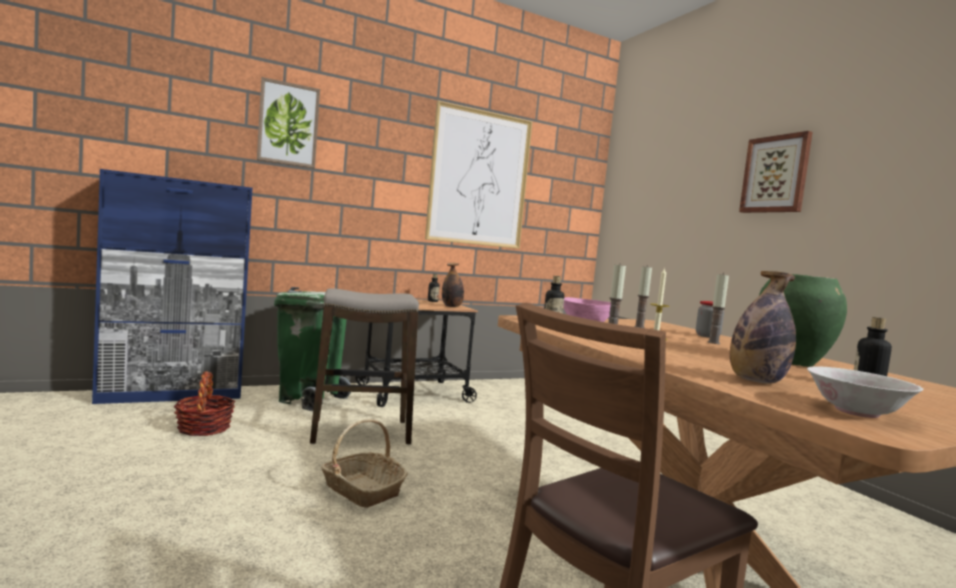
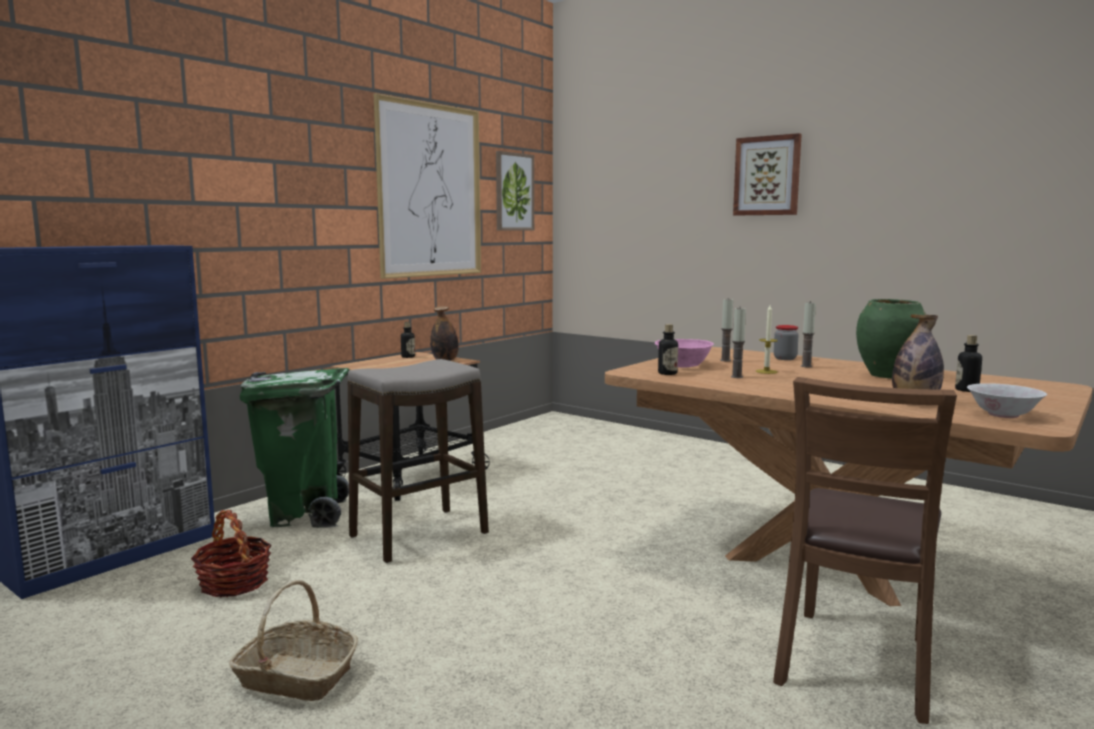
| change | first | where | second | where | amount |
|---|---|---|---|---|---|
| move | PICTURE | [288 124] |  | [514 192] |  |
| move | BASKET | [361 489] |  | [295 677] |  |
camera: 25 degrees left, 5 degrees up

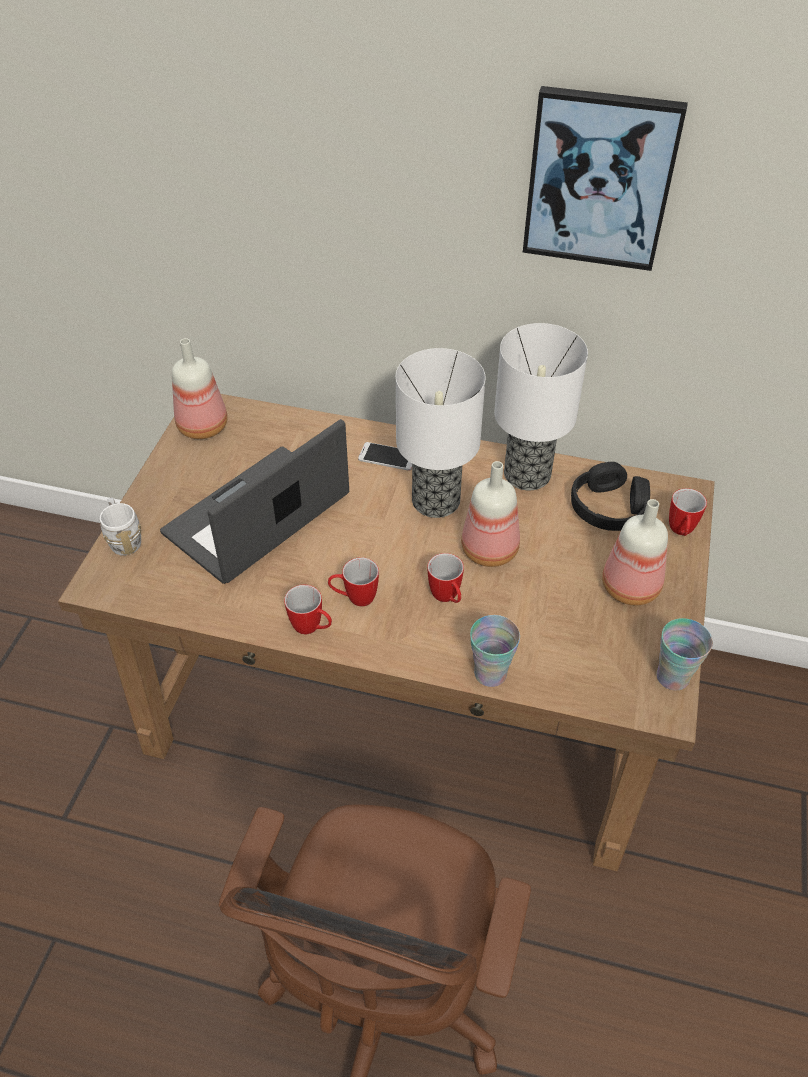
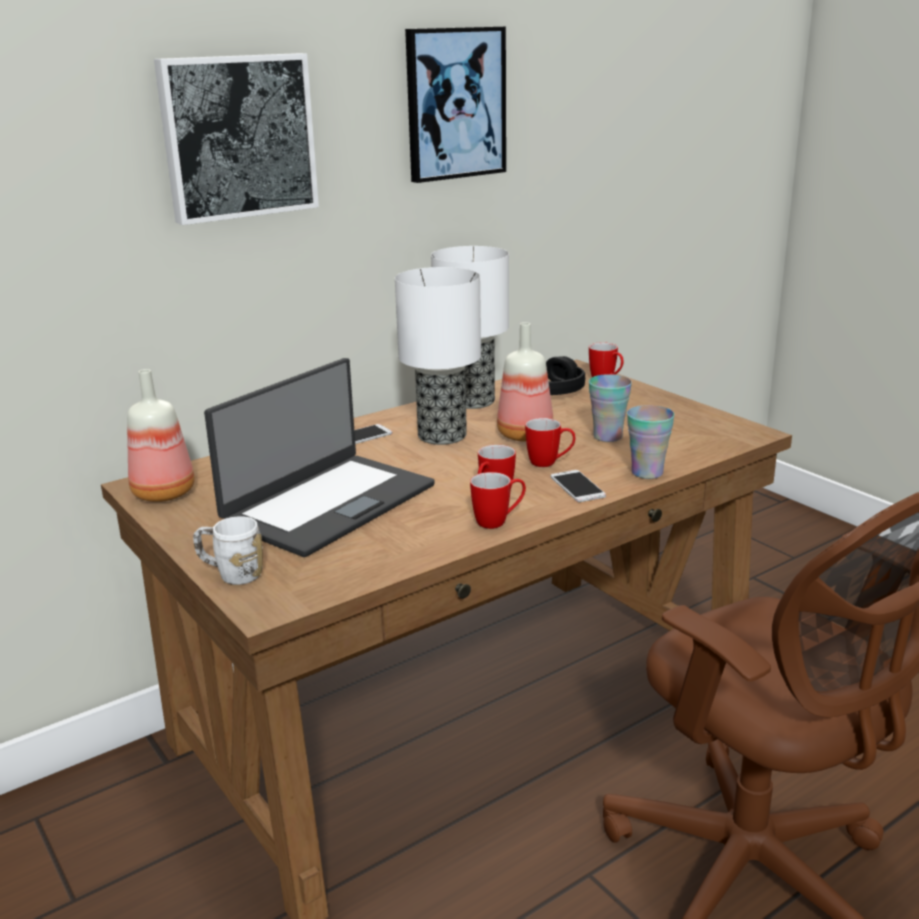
| change | first | where | second | where | amount |
|---|---|---|---|---|---|
| rotate | PORTABLE COMPUTER | [258 516] |  | [328 504] | 135 degrees counterclockwise |
| delete | DRINK BOTTLE | [630 585] |  |  |  |
| move | SMALL CUP | [672 677] |  | [607 436] |  |
| insert |  |  | PICTURE | [237 137] |  |
| insert |  |  | TELEPHONE | [577 487] |  |
camera: 50 degrees left, 25 degrees down

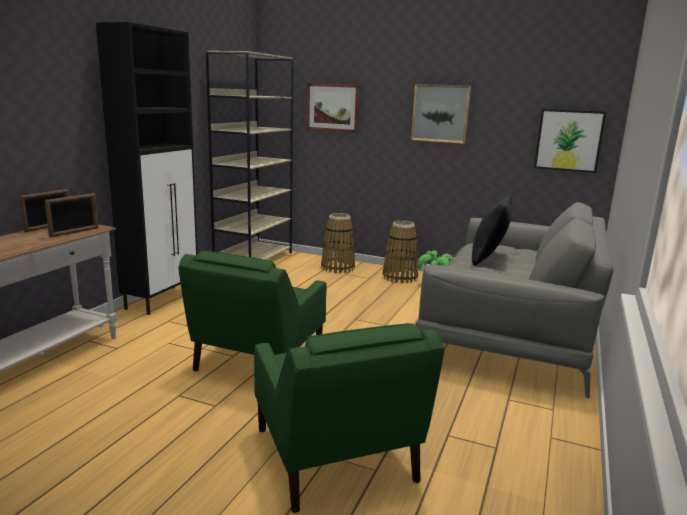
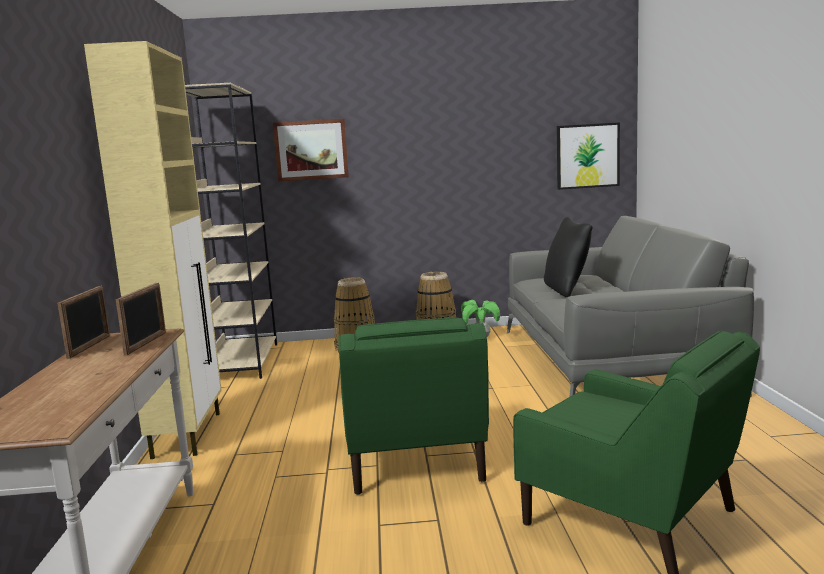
| change | first | where | second | where | amount |
|---|---|---|---|---|---|
| recolor | BLACK STORAGE CABINET | [162 299] | SAND-COLOURED STORAGE CABINET | [188 434] |  |
| delete | PICTURE | [440 113] |  |  |  |
camera: 25 degrees left, 5 degrees down

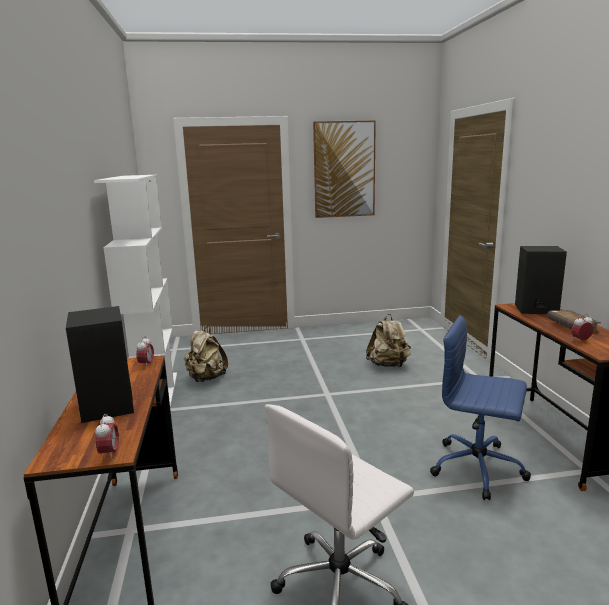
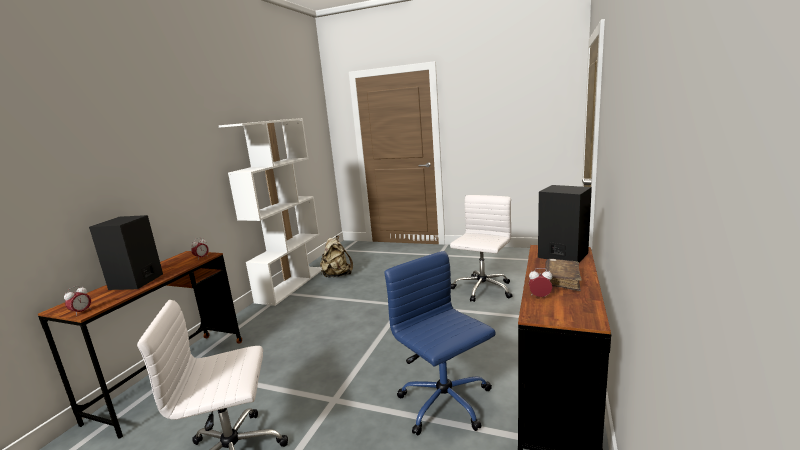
| change | first | where | second | where | amount |
|---|---|---|---|---|---|
| delete | PICTURE | [344 169] |  |  |  |
| replace | SAND-COLOURED KNAPSACK | [388 365] | WHITE DESK CHAIR | [482 289] |  |
camera: 30 degrees right, 0 degrees up

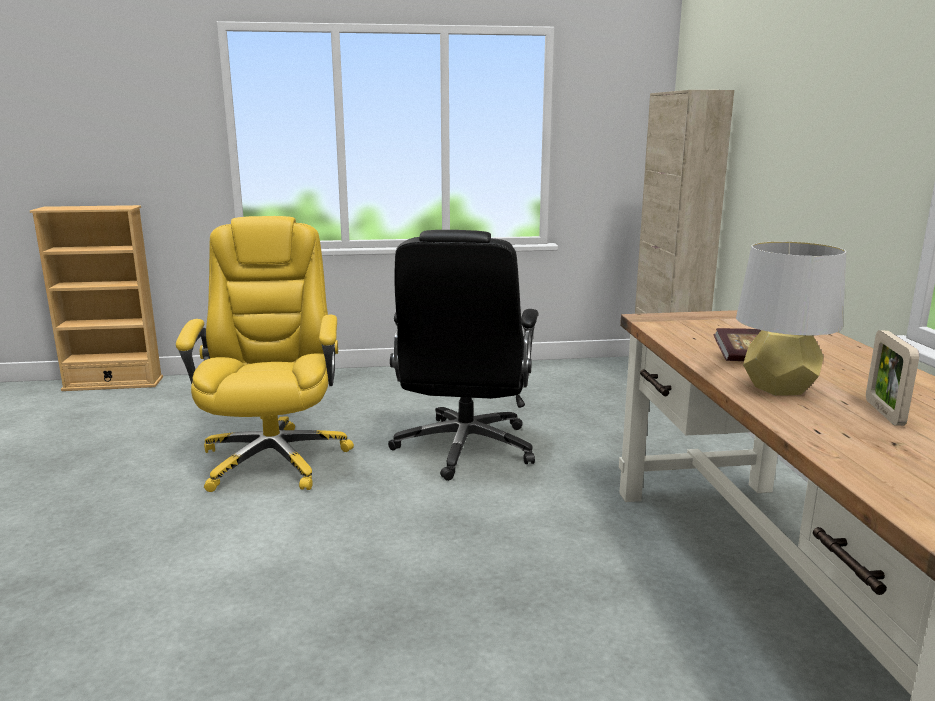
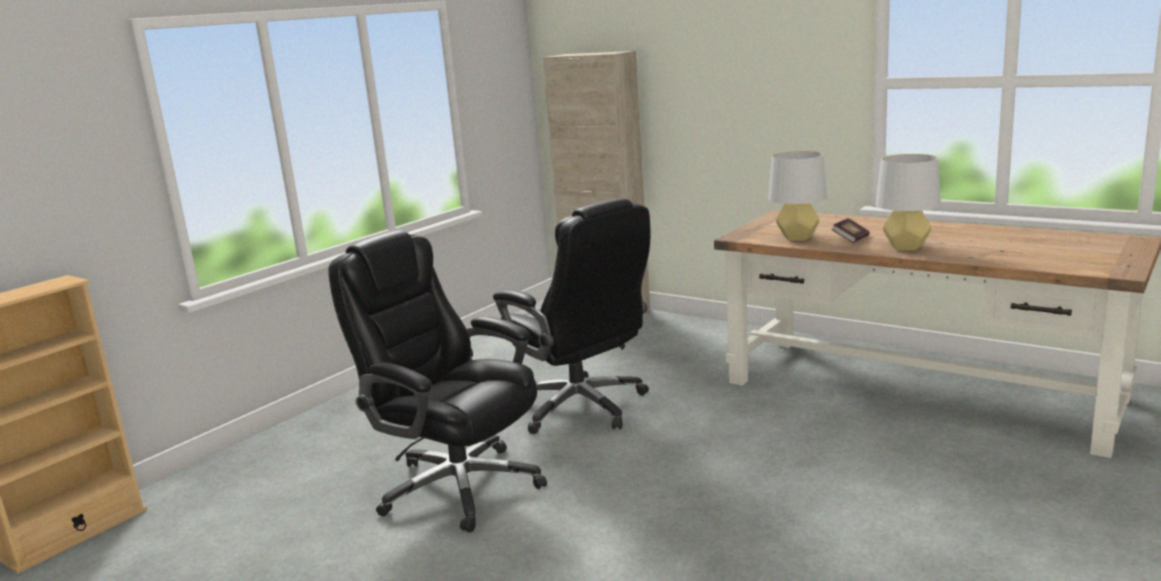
| change | first | where | second | where | amount |
|---|---|---|---|---|---|
| recolor | YELLOW-COLOURED DESK CHAIR | [274 458] | BLACK DESK CHAIR | [457 486] |  |
| delete | STANDING FRAME | [884 412] |  |  |  |
| insert |  |  | GREY TABLE LAMP | [797 238] |  |
camera: 45 degrees left, 0 degrees up

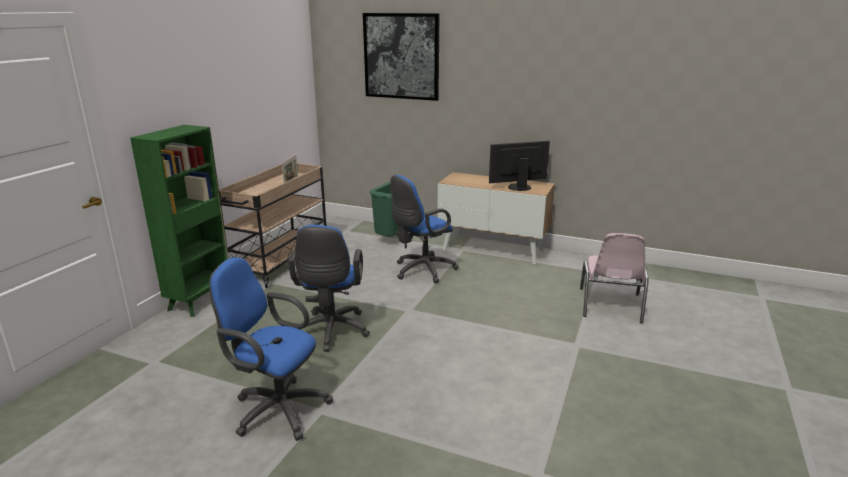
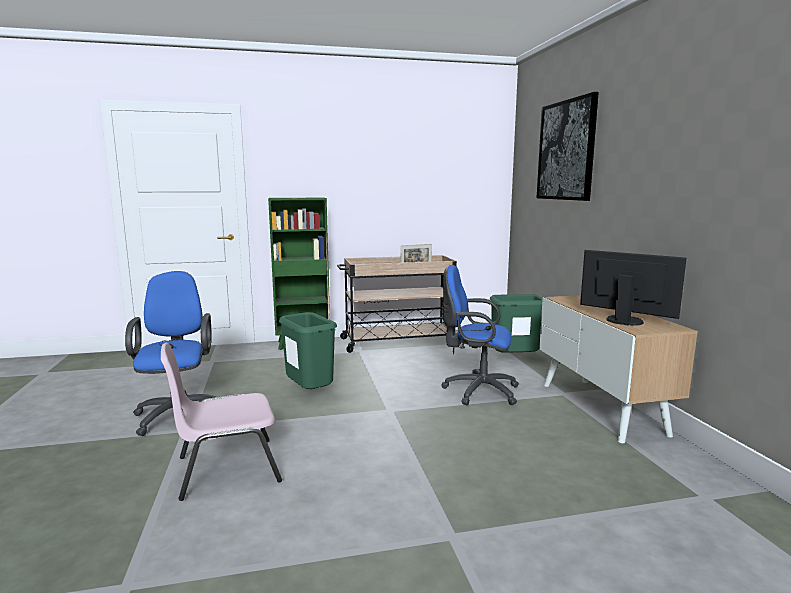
| change | first | where | second | where | amount |
|---|---|---|---|---|---|
| replace | BLUISH DESK CHAIR | [331 332] | GREEN TRASH CAN | [309 394] |  |
| move | PINK-COLOURED CHAIR | [610 306] |  | [226 469] |  |
camera: 55 degrees right, 10 degrees down

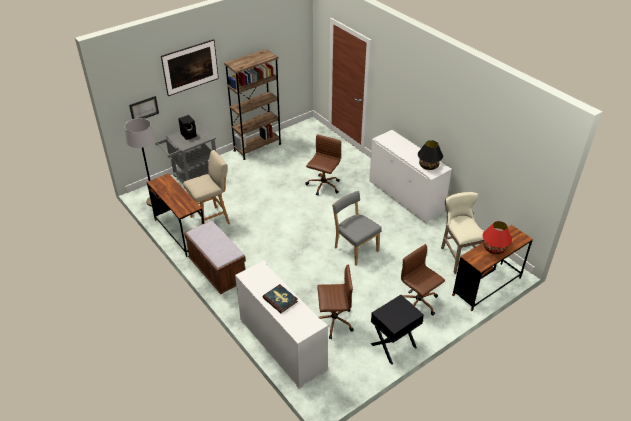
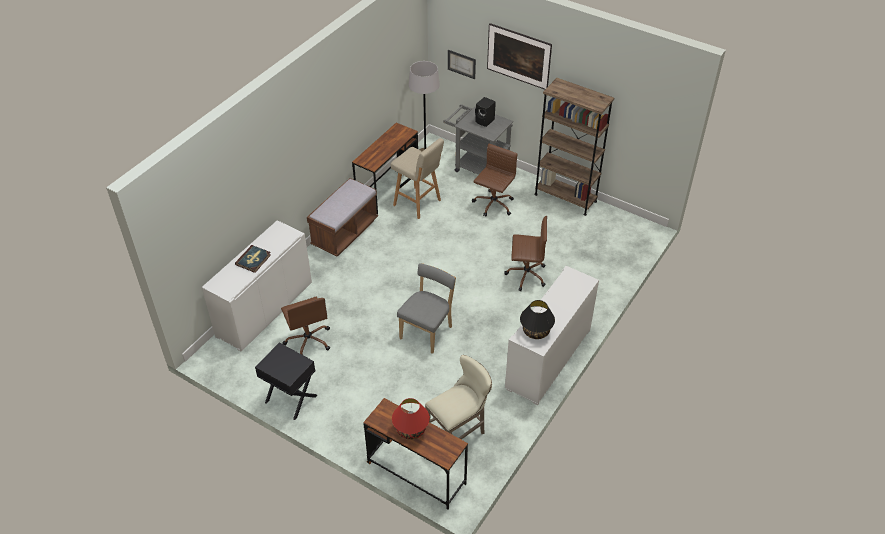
| change | first | where | second | where | amount |
|---|---|---|---|---|---|
| move | BROWN DESK CHAIR | [418 303] |  | [493 205] |  |
camera: 70 degrees right, 5 degrees up

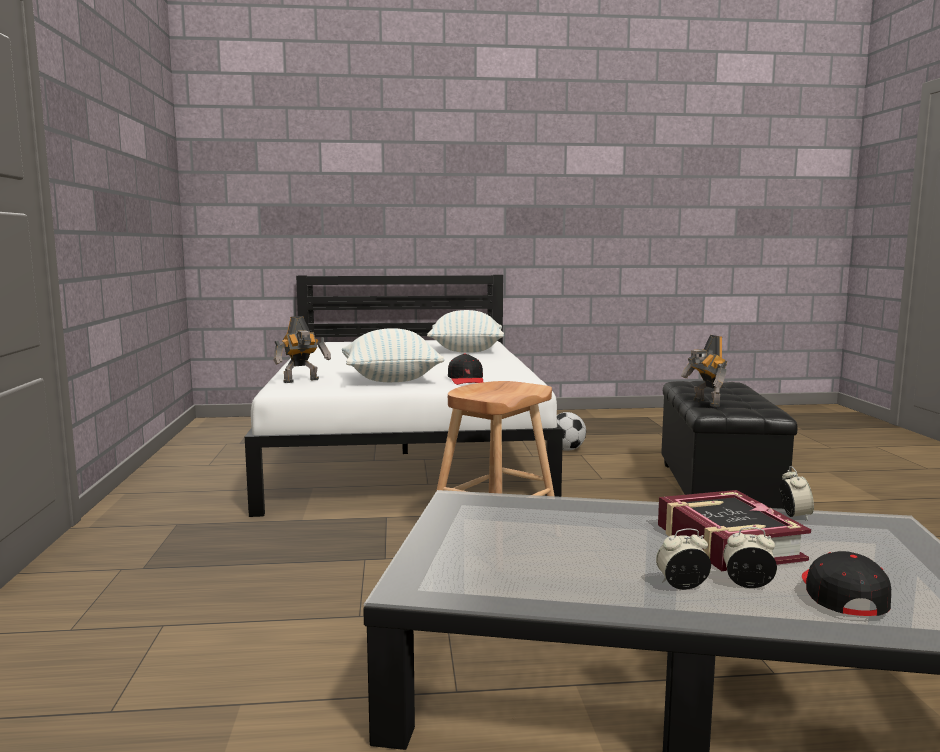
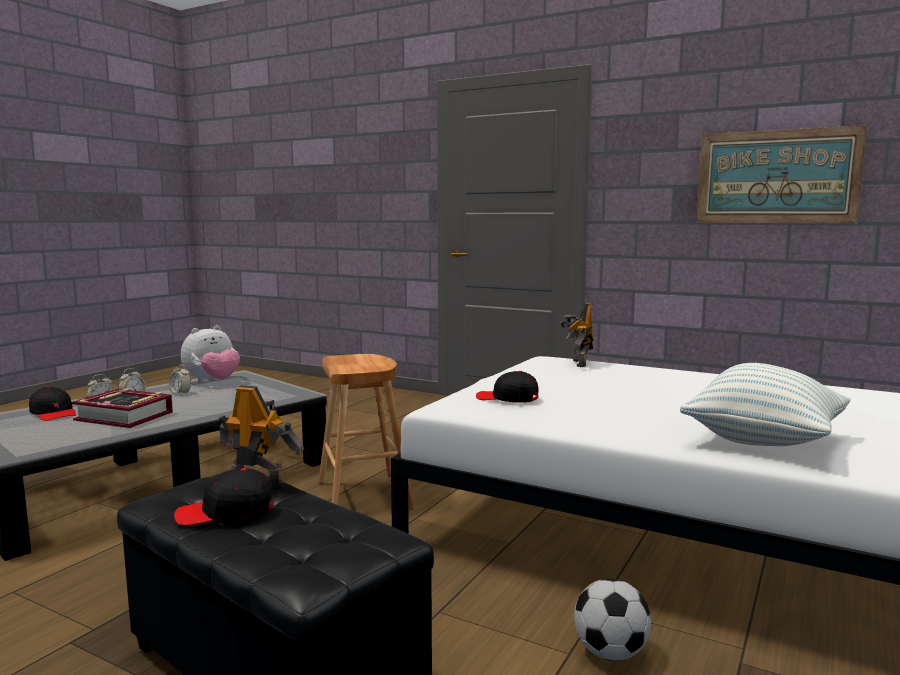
| change | first | where | second | where | amount |
|---|---|---|---|---|---|
| delete | PILLOW | [391 380] |  |  |  |
| move | BEDSIDE CLOCK | [794 515] |  | [180 393] |  |
| insert |  |  | PICTURE | [776 177] |  |
| insert |  |  | CUDDLY TOY | [212 382] |  |
| insert |  |  | BLACK CAP | [226 512] |  |
camera: 125 degrees right, 0 degrees up

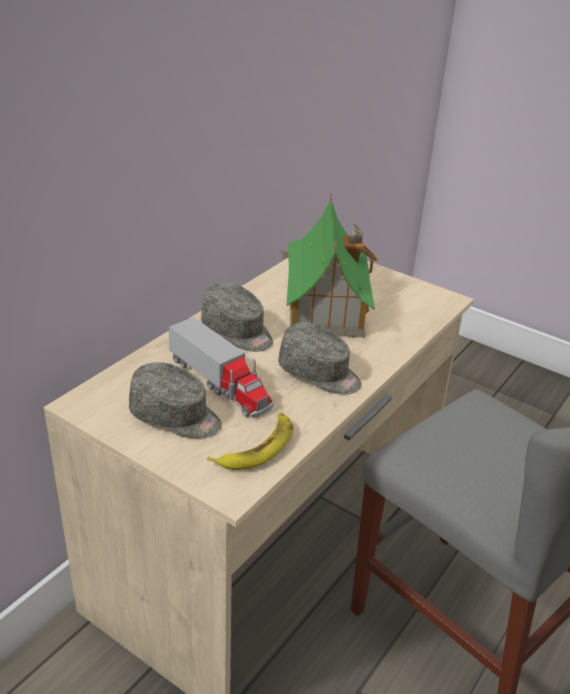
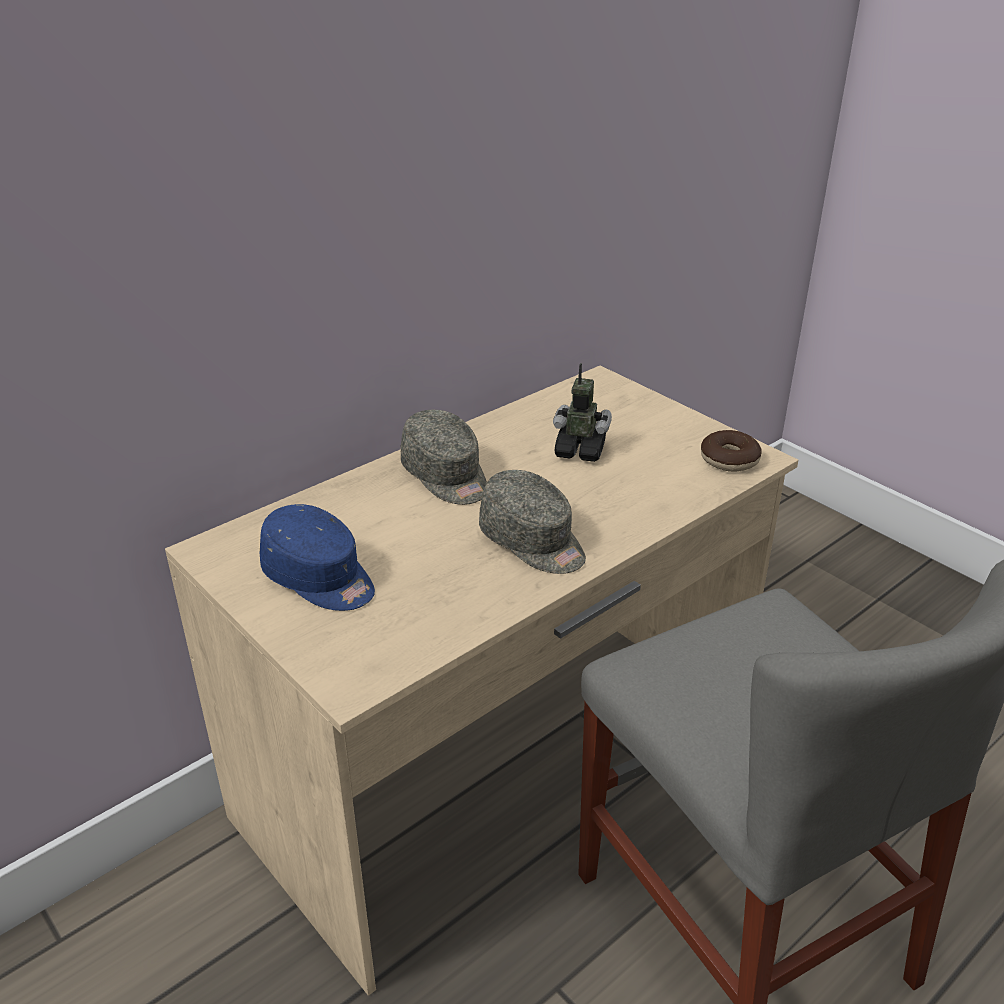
| change | first | where | second | where | amount |
|---|---|---|---|---|---|
| replace | MINIATURE HOUSE | [325 305] | TOY ROBOT | [580 451] |  |
| delete | TOY LORRY | [220 383] |  |  |  |
| recolor | GREY CAP | [176 417] | BLUISH CAP | [320 579] |  |
| delete | WHOLE BANANA | [257 447] |  |  |  |
| insert |  |  | DOUGHNUT | [729 459] |  |
camera: 15 degrees right, 0 degrees up

